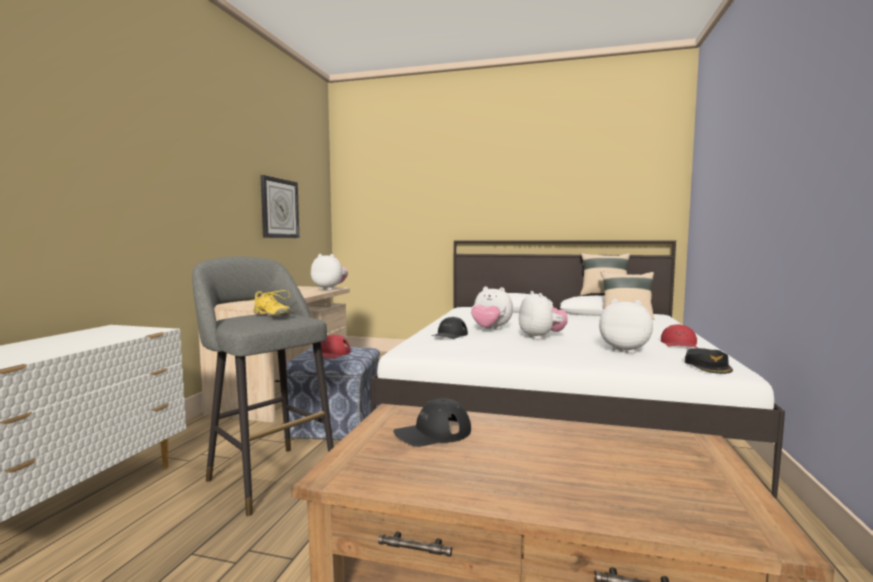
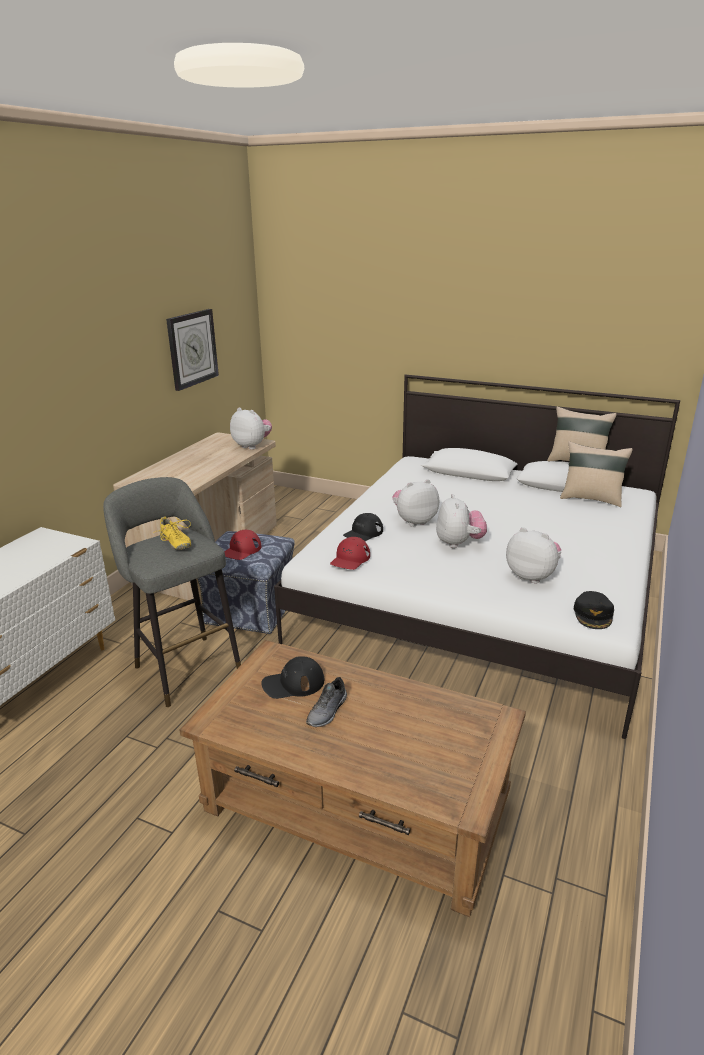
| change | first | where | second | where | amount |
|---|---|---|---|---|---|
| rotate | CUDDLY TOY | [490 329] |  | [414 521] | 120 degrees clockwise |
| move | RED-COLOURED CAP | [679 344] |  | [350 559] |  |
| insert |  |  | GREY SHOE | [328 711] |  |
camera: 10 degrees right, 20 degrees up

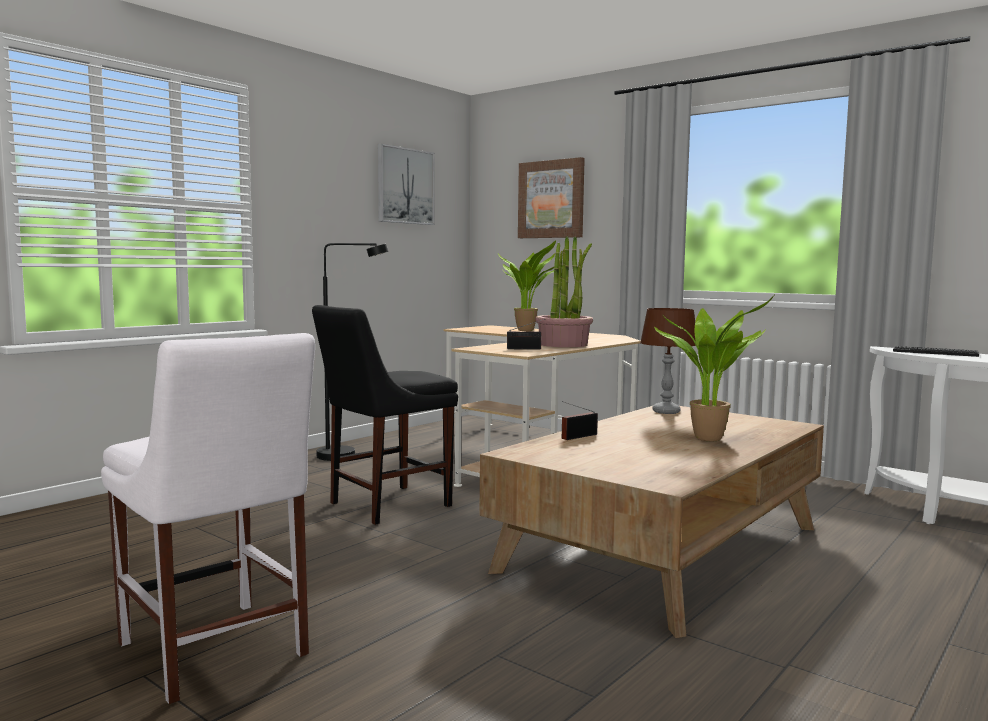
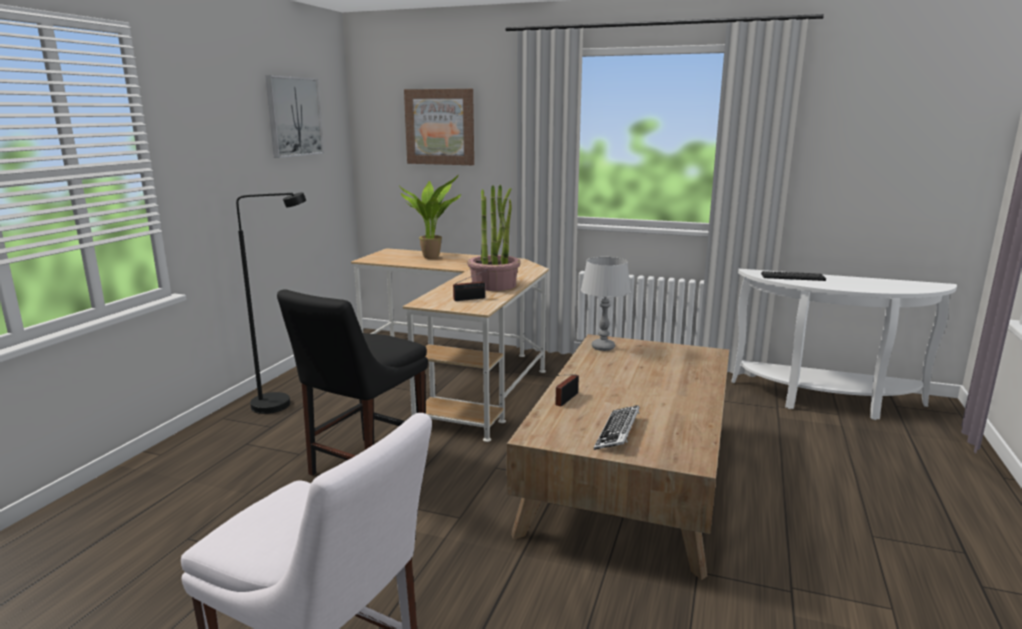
| change | first | where | second | where | amount |
|---|---|---|---|---|---|
| delete | PLANT IN A POT | [710 438] |  |  |  |
| recolor | BROWN TABLE LAMP | [666 411] | GREY TABLE LAMP | [602 347] |  |
| insert |  |  | KEYBOARD | [618 433] |  |
camera: 20 degrees left, 10 degrees up

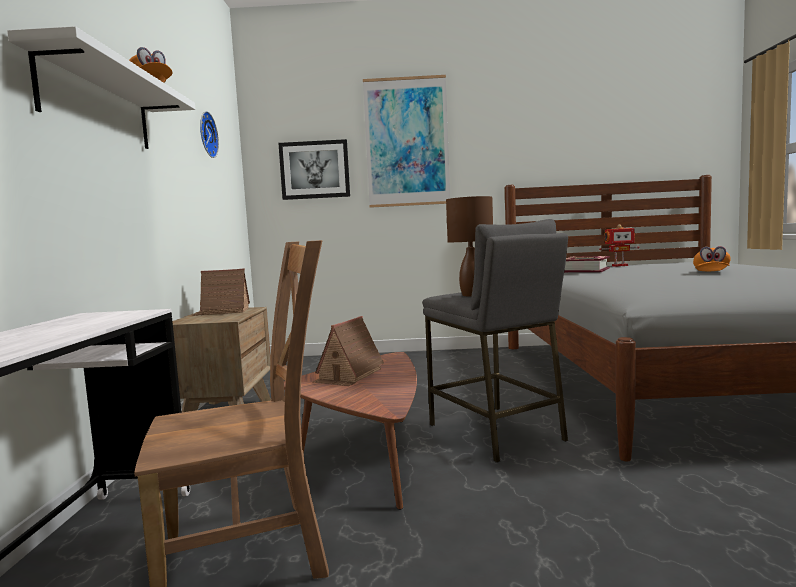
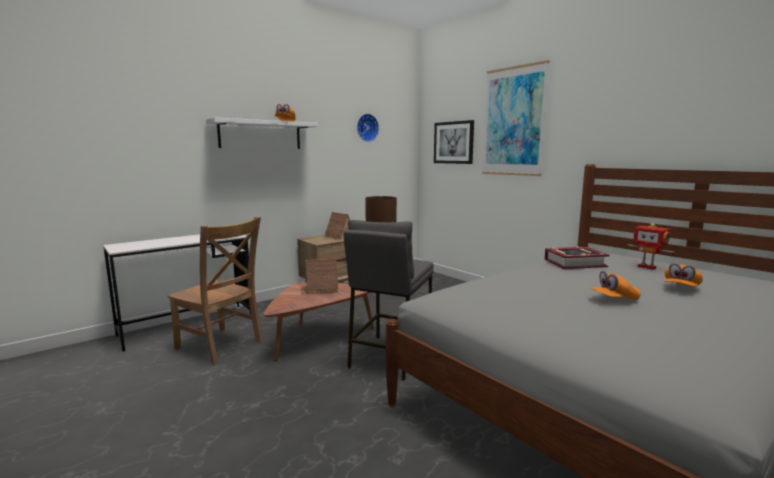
| change | first | where | second | where | amount |
|---|---|---|---|---|---|
| insert |  |  | ORANGEY CAP | [681 288] |  |
camera: 50 degrees right, 5 degrees up

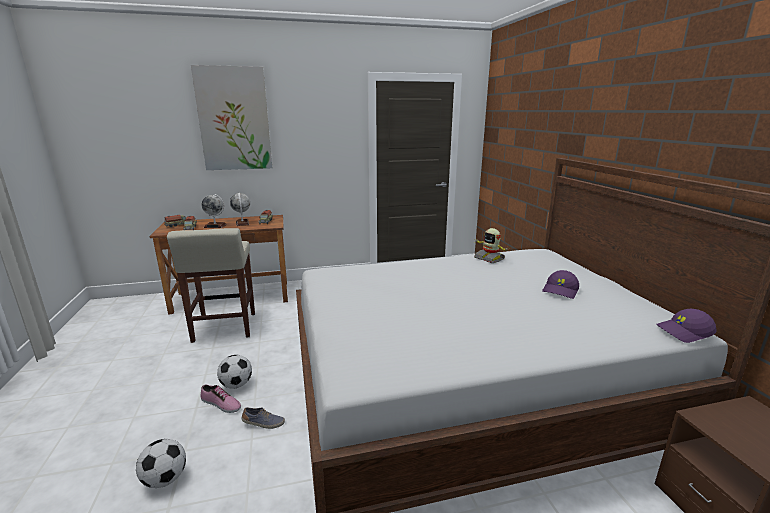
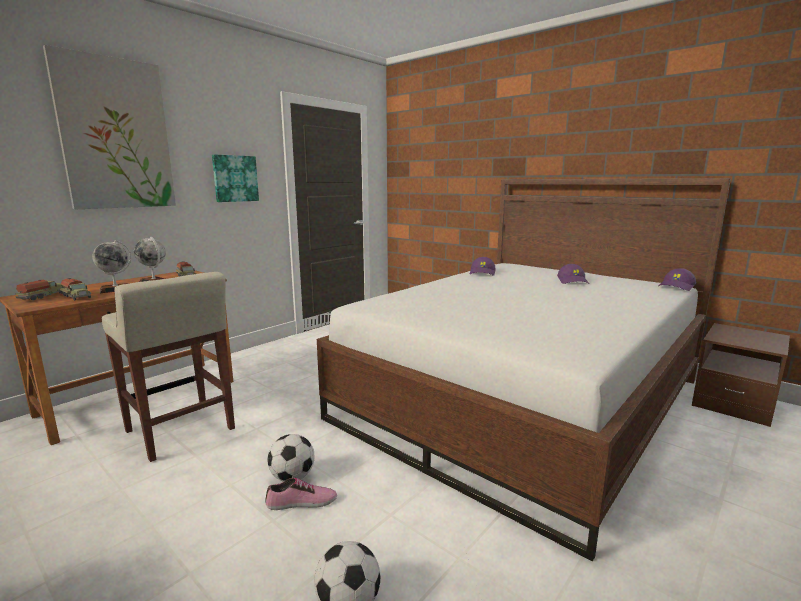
| change | first | where | second | where | amount |
|---|---|---|---|---|---|
| replace | TOY ROBOT | [489 258] | PURPLE-COLOURED CAP | [483 273] |  |
| delete | SHOE | [263 424] |  |  |  |
| insert |  |  | PICTURE | [235 178] |  |
camera: 35 degrees left, 5 degrees down

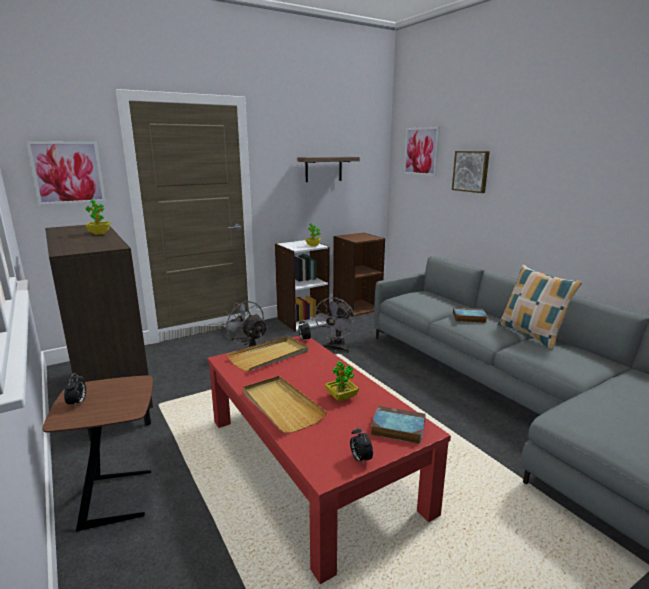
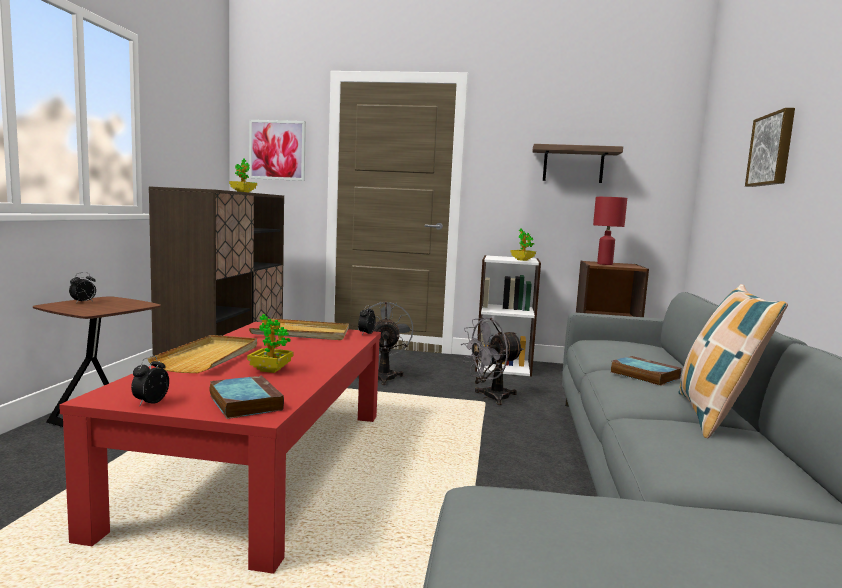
| change | first | where | second | where | amount |
|---|---|---|---|---|---|
| delete | PICTURE | [421 151] |  |  |  |
| insert |  |  | RED-COLOURED TABLE LAMP | [604 264] |  |
camera: 40 degrees right, 10 degrees down

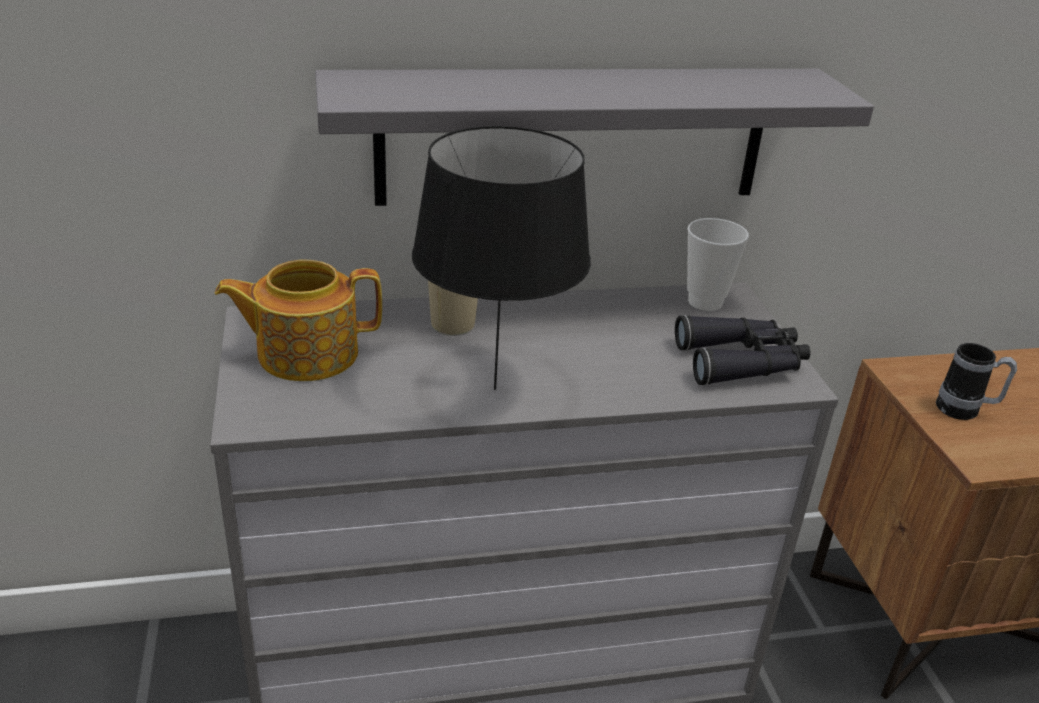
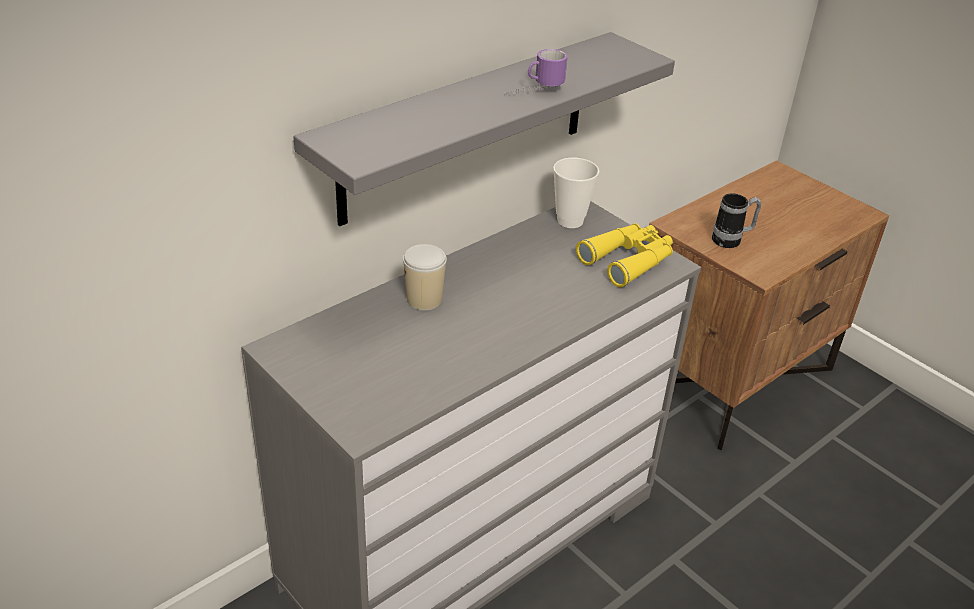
| change | first | where | second | where | amount |
|---|---|---|---|---|---|
| delete | BLACK TABLE LAMP | [495 388] |  |  |  |
| delete | TEAPOT | [305 353] |  |  |  |
| recolor | BLACK FIELD GLASSES | [741 362] | YELLOW-COLOURED FIELD GLASSES | [629 260] |  |
| insert |  |  | MUG | [533 92] |  |
camera: 30 degrees left, 5 degrees up

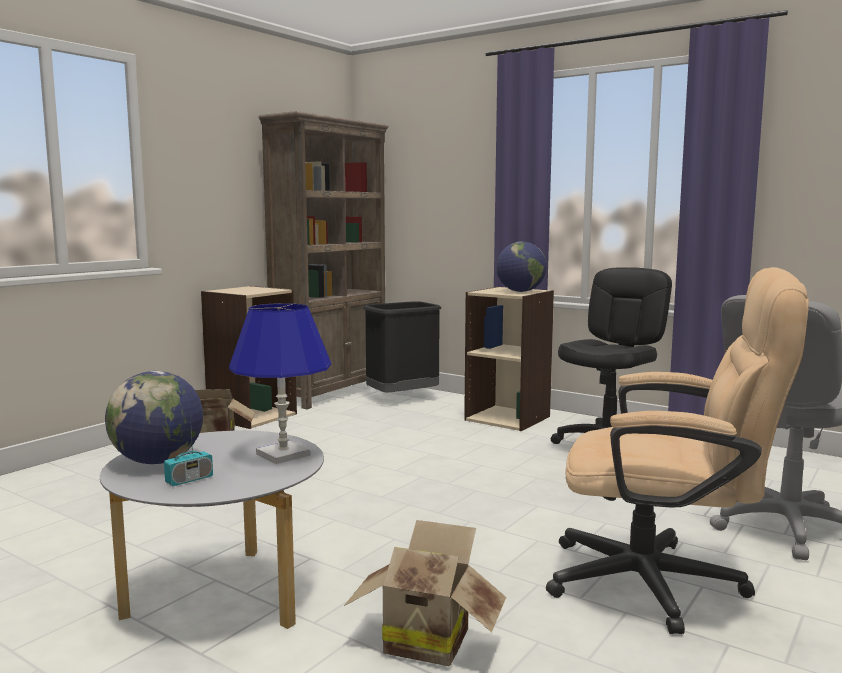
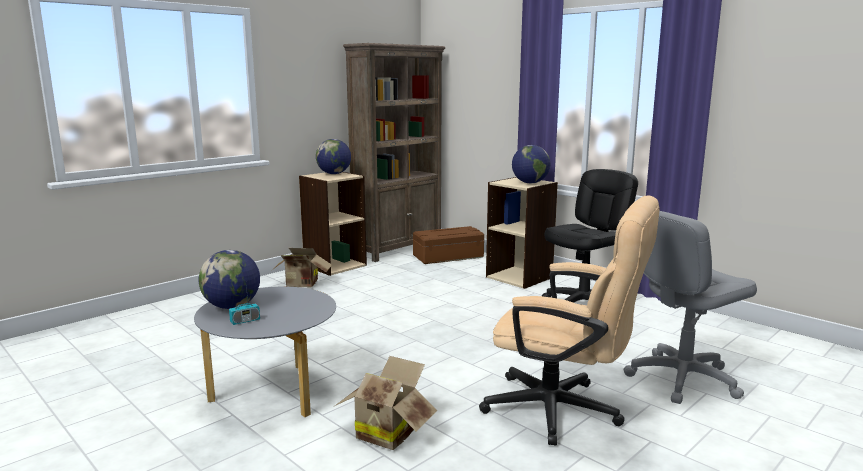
| change | first | where | second | where | amount |
|---|---|---|---|---|---|
| replace | BLACK TRASH CAN | [402 398] | BROWN STORAGE CONTAINER | [448 256] |  |
| delete | BLUISH TABLE LAMP | [283 454] |  |  |  |
| insert |  |  | WORLD GLOBE | [334 174] |  |
camera: 10 degrees right, 5 degrees up

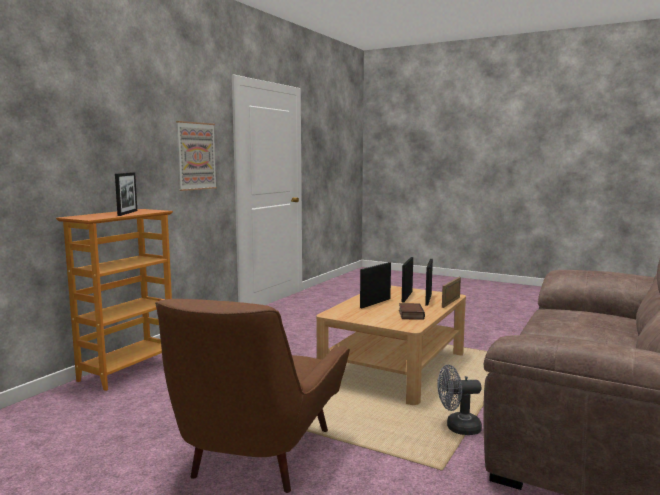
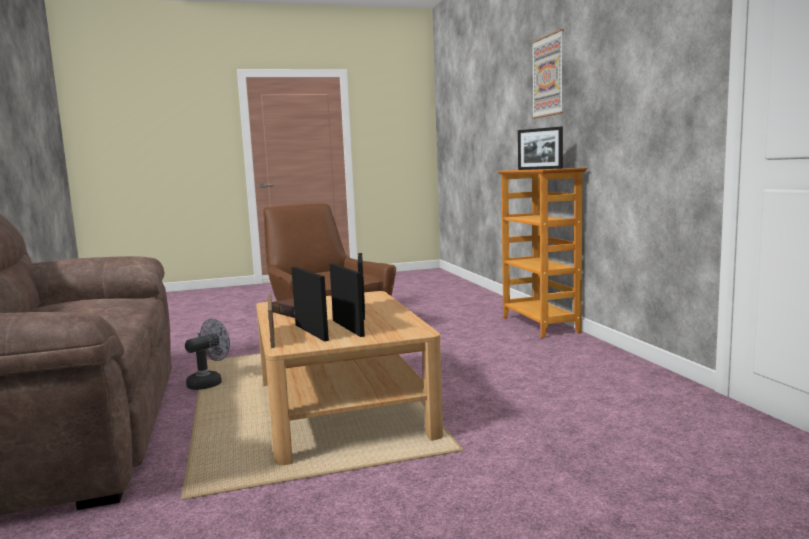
| change | first | where | second | where | amount |
|---|---|---|---|---|---|
| move | PICTURE | [196 156] |  | [548 76] |  |
camera: 135 degrees right, 0 degrees up

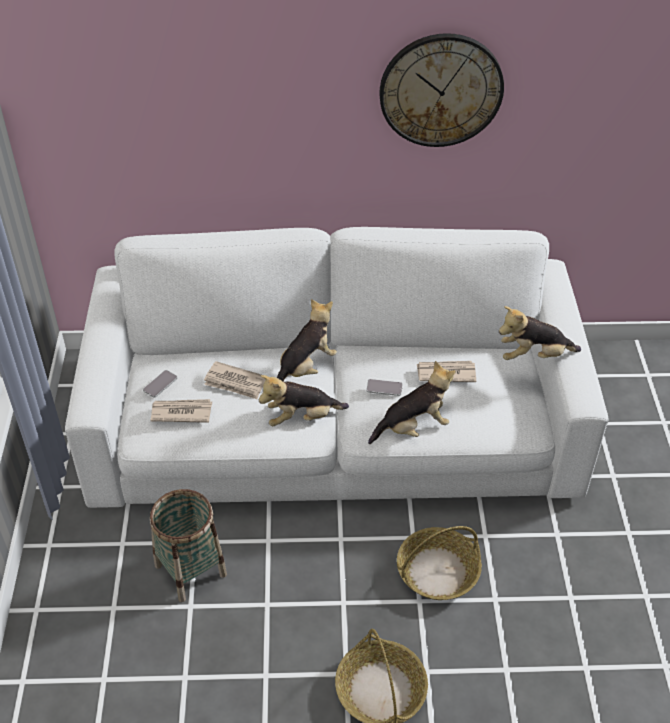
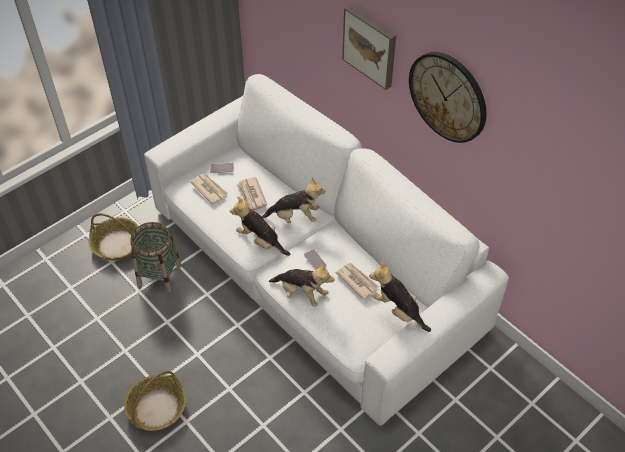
| change | first | where | second | where | amount |
|---|---|---|---|---|---|
| move | BASKET | [437 572] |  | [117 244] |  |
| insert |  |  | PICTURE | [370 46] |  |
camera: 50 degrees right, 5 degrees up

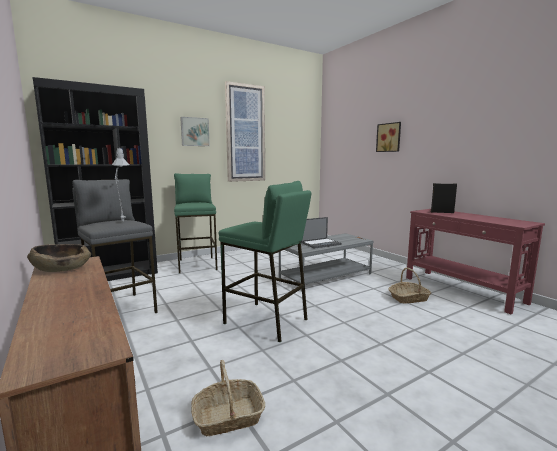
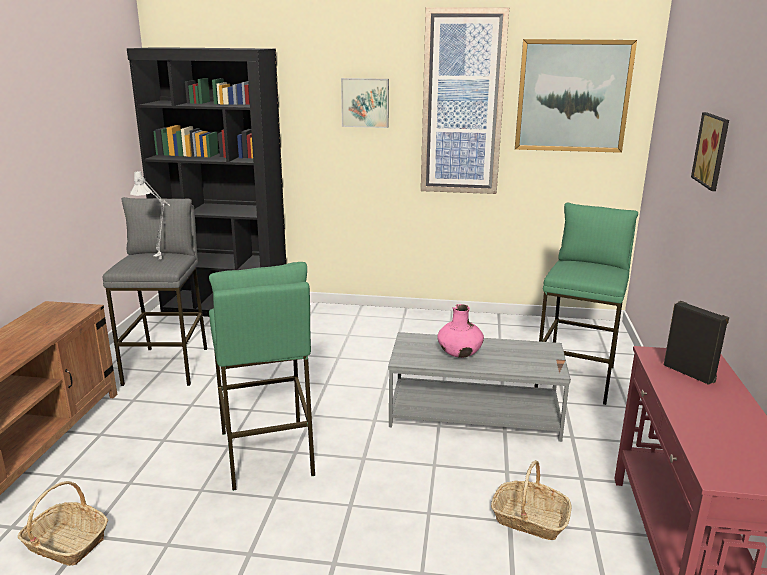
| change | first | where | second | where | amount |
|---|---|---|---|---|---|
| move | GREEN SITTING STOOL | [197 264] |  | [576 378] |  |
| replace | PORTABLE COMPUTER | [321 243] | PINK-COLOURED VASE | [459 354] |  |
| delete | BROWN SERVING BOWL | [62 269] |  |  |  |
| insert |  |  | PICTURE | [572 96] |  |
camera: 40 degrees right, 10 degrees up

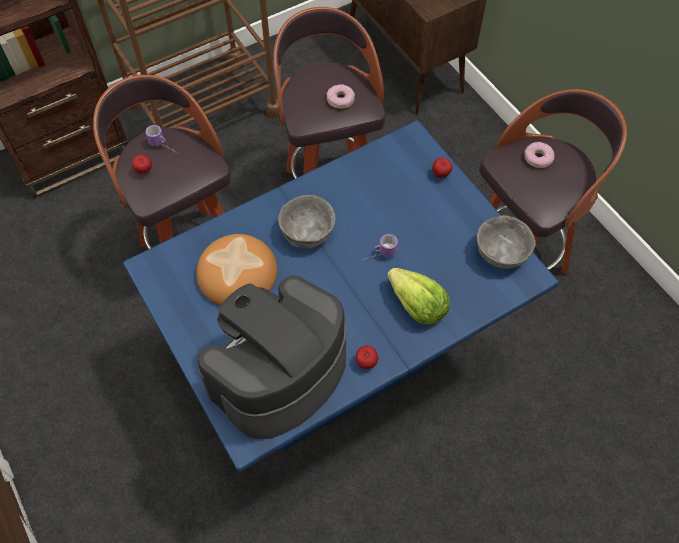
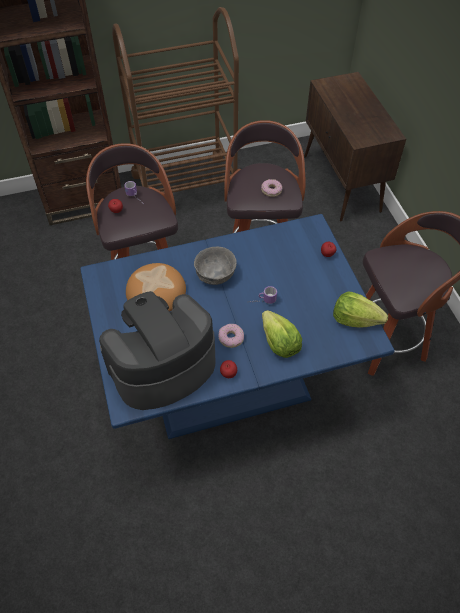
| change | first | where | second | where | amount |
|---|---|---|---|---|---|
| move | DOUGHNUT | [538 158] |  | [231 338] |  |
| replace | GREY SERVING BOWL | [500 253] | LETTUCE | [355 319] |  |
camera: 15 degrees right, 5 degrees down

